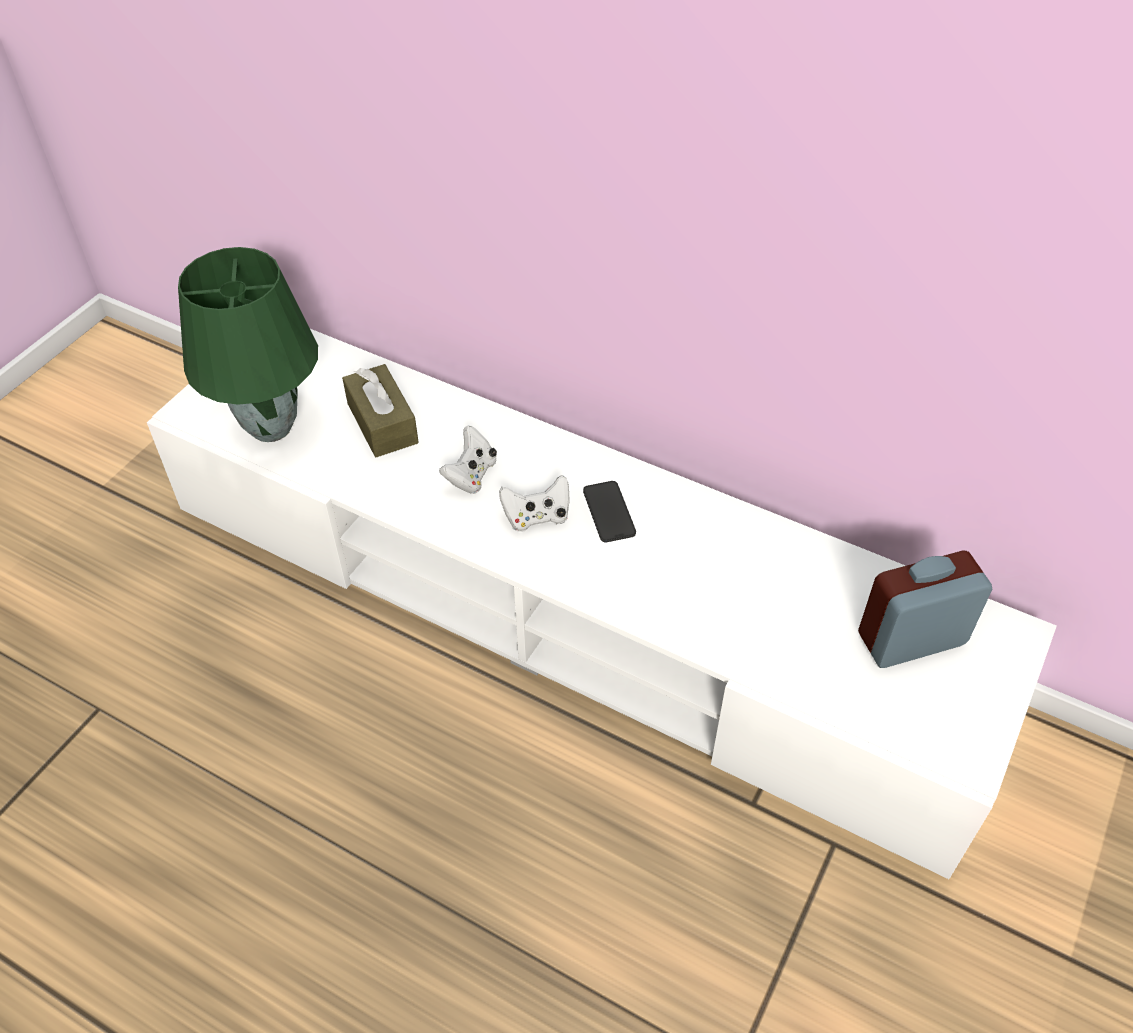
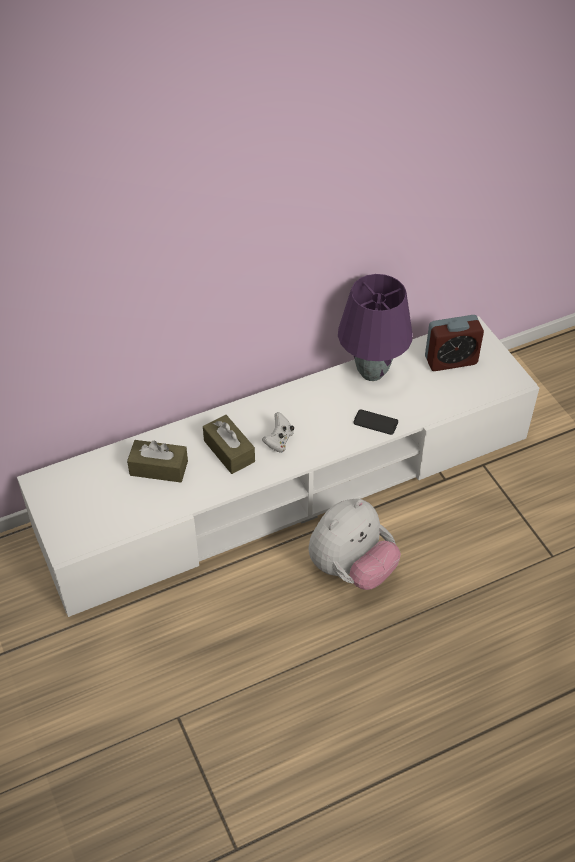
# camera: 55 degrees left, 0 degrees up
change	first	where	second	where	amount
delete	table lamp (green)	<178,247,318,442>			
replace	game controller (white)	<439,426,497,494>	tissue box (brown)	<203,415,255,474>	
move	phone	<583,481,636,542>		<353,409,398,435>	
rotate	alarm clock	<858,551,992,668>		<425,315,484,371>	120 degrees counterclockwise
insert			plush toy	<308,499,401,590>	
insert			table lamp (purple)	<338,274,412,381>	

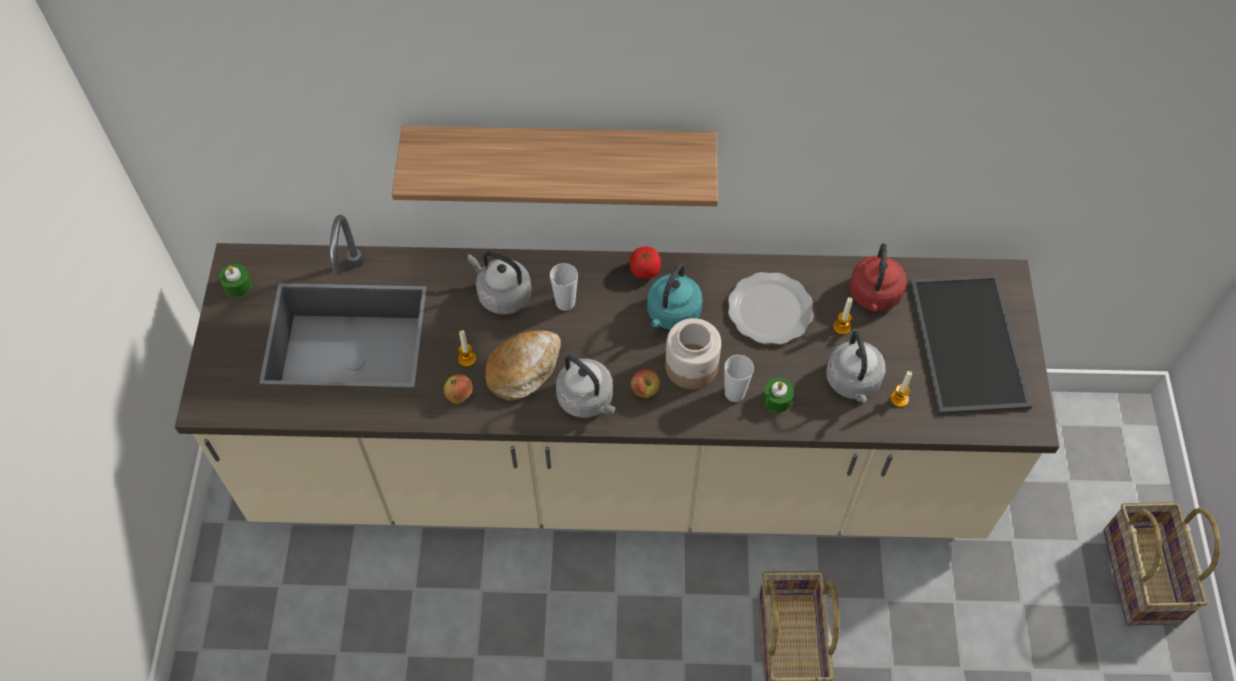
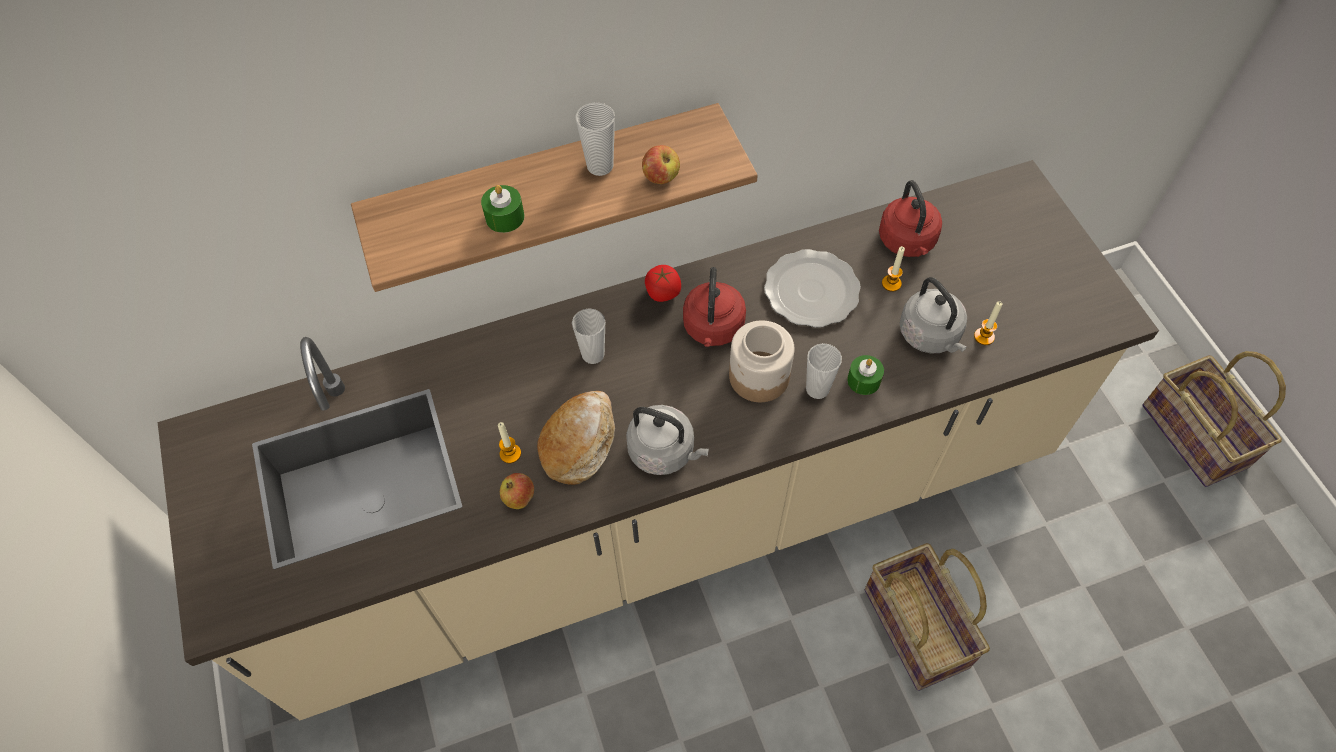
# camera: 20 degrees left, 0 degrees up
change	first	where	second	where	amount
move	candle (green)	<219,264,252,297>		<481,185,524,233>	
delete	kettle (grey)	<467,251,532,315>			
move	apple	<631,369,660,398>		<642,145,680,184>	
recolor	kettle (turquoise)	<647,263,703,330>	kettle (red)	<683,267,746,347>	
delete	tray	<909,274,1032,415>			
insert			cup	<575,102,615,176>	

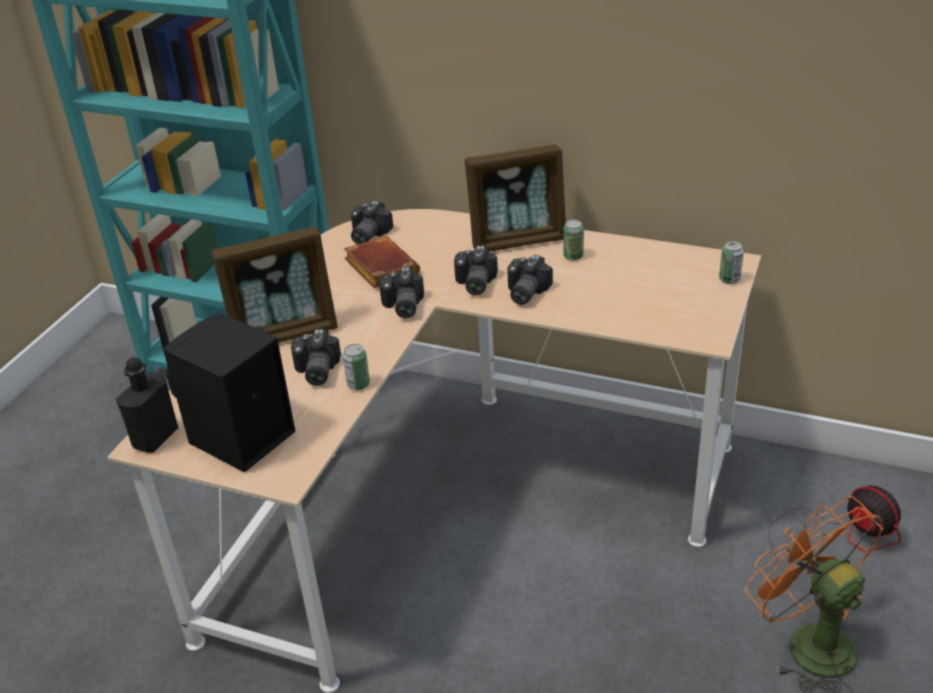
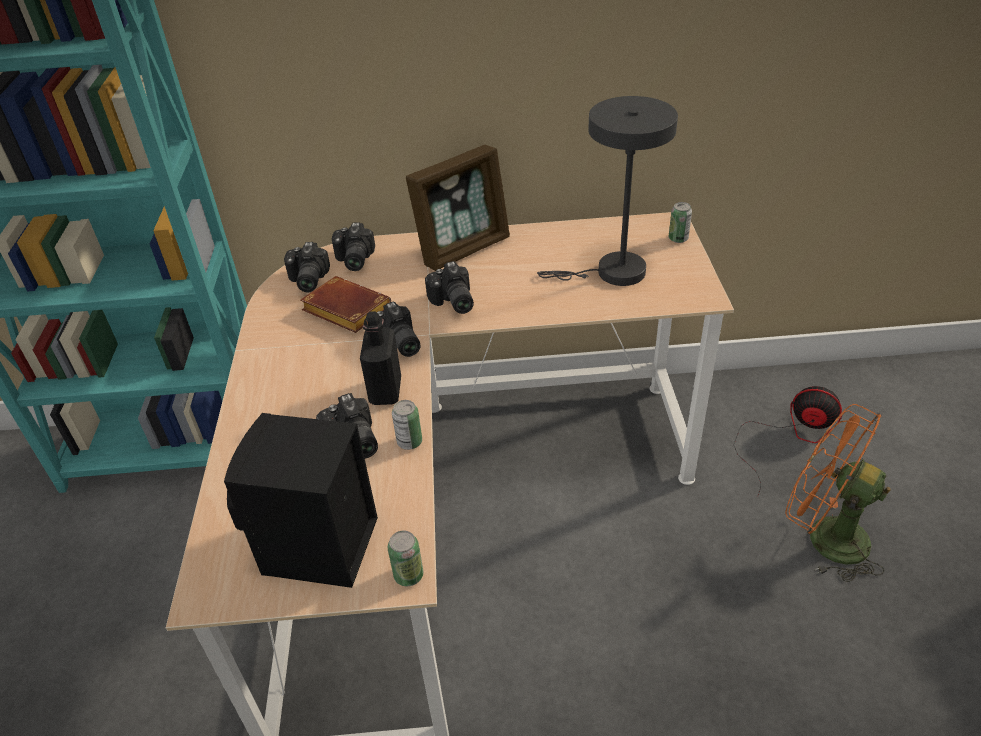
# camera: 25 degrees left, 5 degrees up
change	first	where	second	where	amount
move	bottle (black)	<116,357,179,453>		<360,311,401,405>	
delete	picture frame	<211,227,338,343>			
move	photo camera	<507,255,553,305>		<332,222,375,271>	
move	can	<563,220,584,261>		<388,531,423,586>	
insert			table lamp (grey)	<537,96,678,286>	

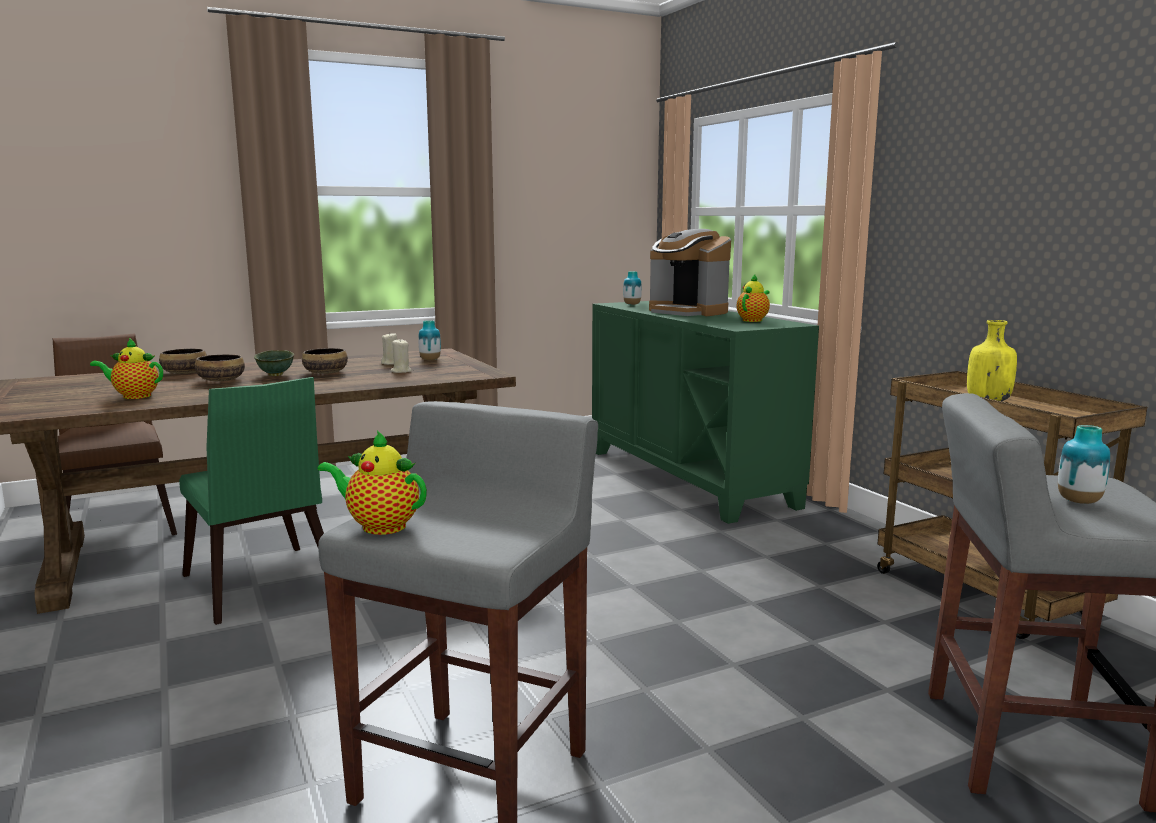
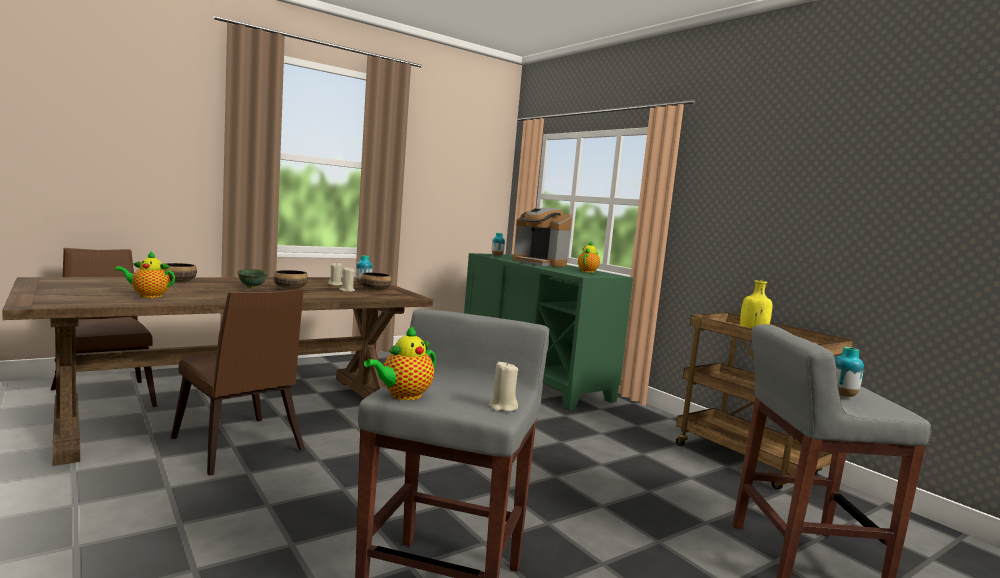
# camera: 10 degrees left, 5 degrees down
change	first	where	second	where	amount
recolor	chair (green)	<179,377,324,625>	chair (brown)	<171,289,305,476>	
move	bowl	<195,354,245,381>		<360,272,391,290>	
rotate	teapot	<317,430,427,535>		<364,325,436,400>	60 degrees counterclockwise
insert			candle (beige)	<488,361,518,412>	

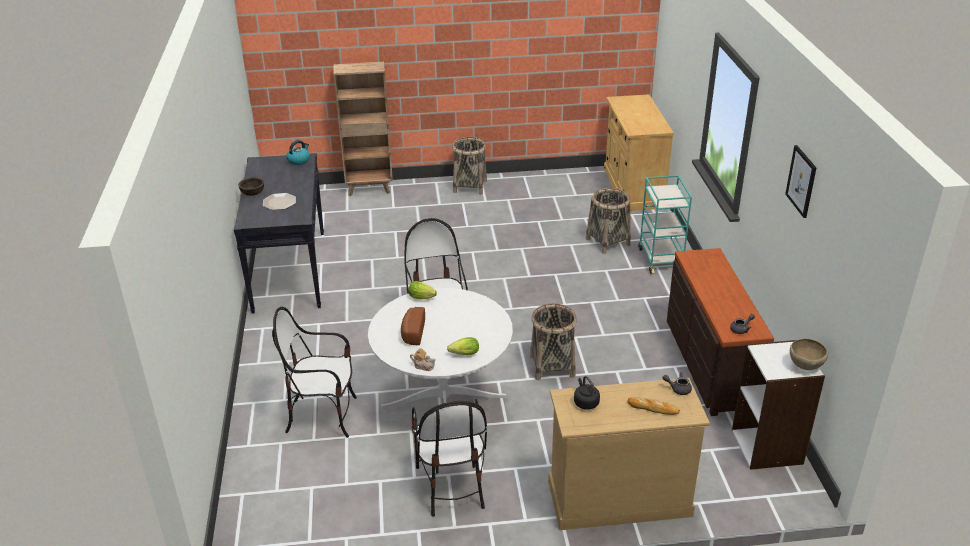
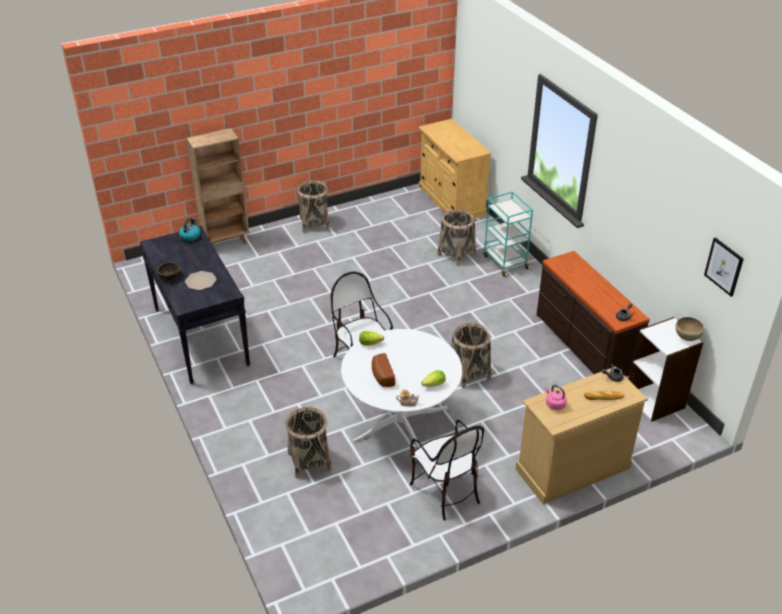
# camera: 20 degrees left, 5 degrees up
change	first	where	second	where	amount
replace	chair	<272,307,357,438>	basket	<286,407,331,478>	
recolor	kettle (black)	<574,376,600,410>	kettle (pink)	<545,385,567,410>	
move	picture	<785,145,816,218>		<704,237,744,297>	

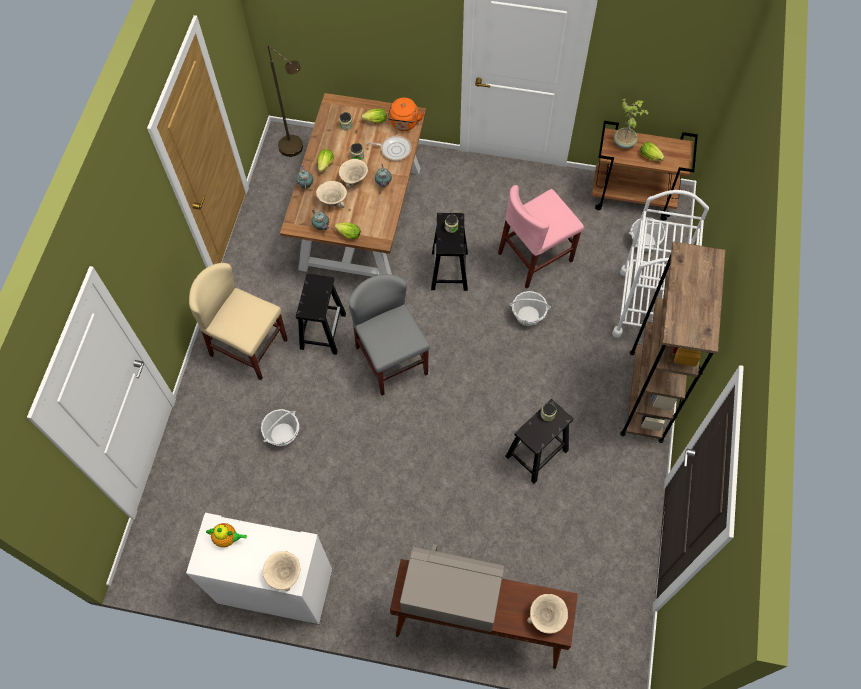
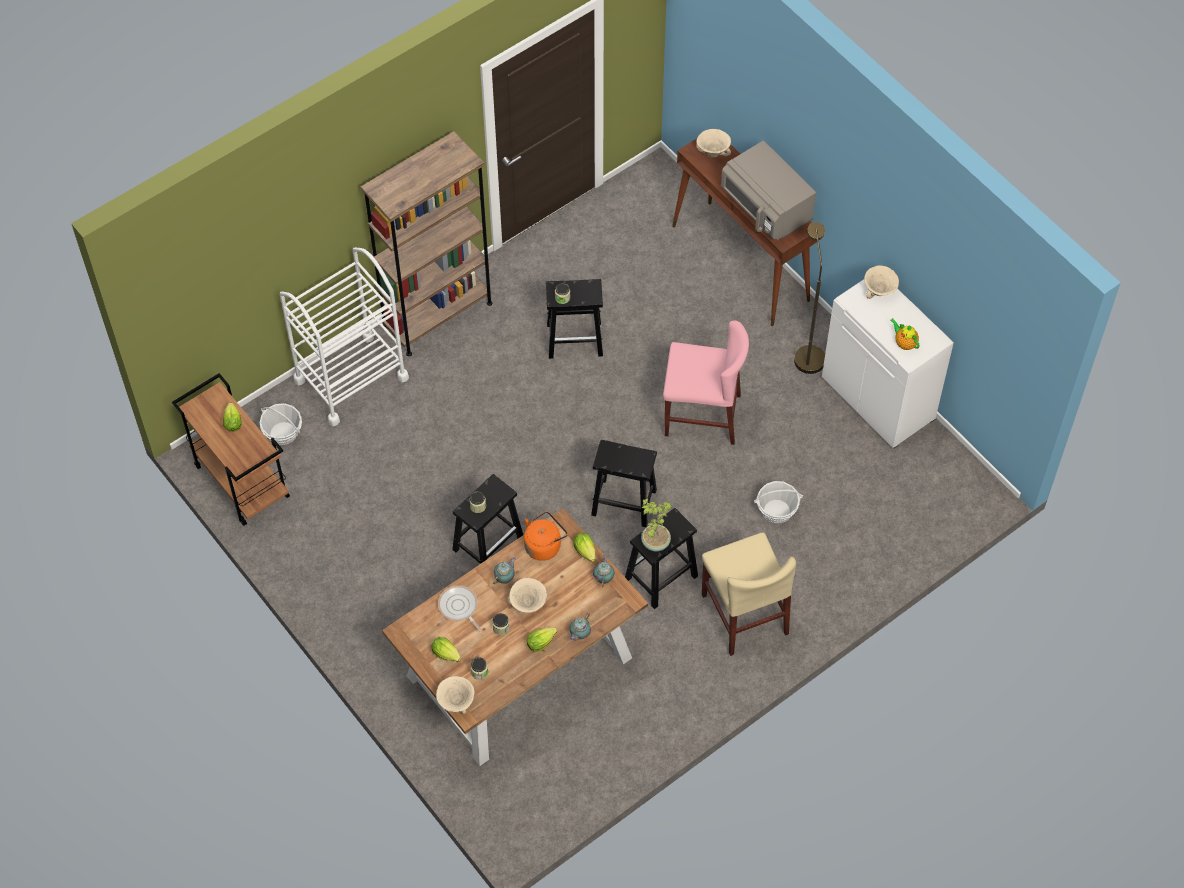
# camera: 140 degrees left, 5 degrees down
change	first	where	second	where	amount
move	floor lamp (brown)	<268,45,303,157>		<794,222,825,374>	
move	bowl (beige)	<316,181,347,208>		<436,676,474,714>	
replace	chair (grey)	<348,274,430,395>	stool (black)	<591,440,657,527>	
move	kettle (orange)	<387,98,424,131>		<524,511,568,561>	
move	chair (pink)	<498,185,584,289>		<663,320,749,445>	
delete	basket	<509,291,551,326>			
move	potted plant	<614,99,648,149>		<641,499,672,551>	

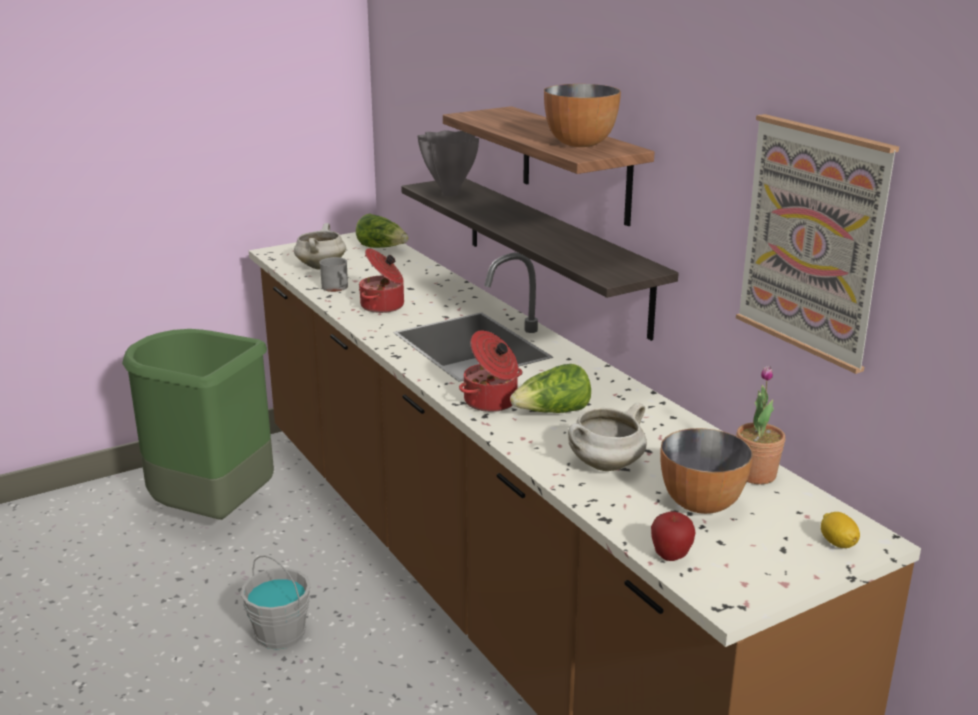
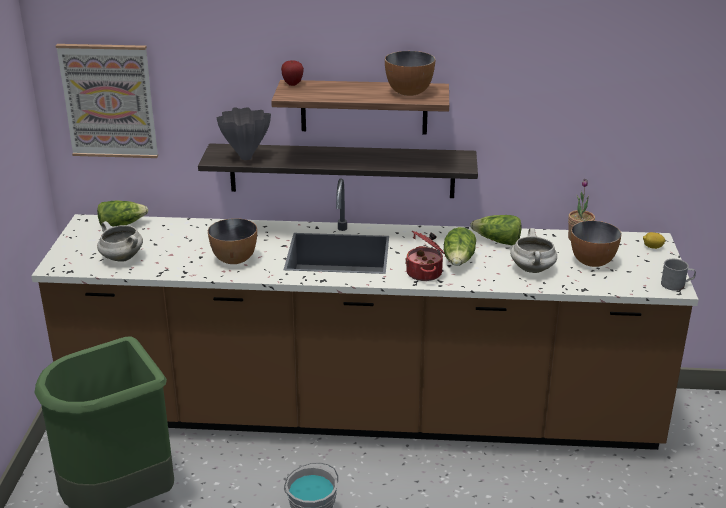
# camera: 55 degrees left, 5 degrees up
change	first	where	second	where	amount
move	mug (grey)	<319,257,348,292>		<661,259,696,291>	
replace	cooking pot	<359,248,404,313>	bowl	<208,218,257,264>	
move	apple	<651,512,696,561>		<281,60,304,86>	
move	picture	<736,114,899,374>		<56,44,158,158>	
insert			lettuce	<470,215,522,245>	

